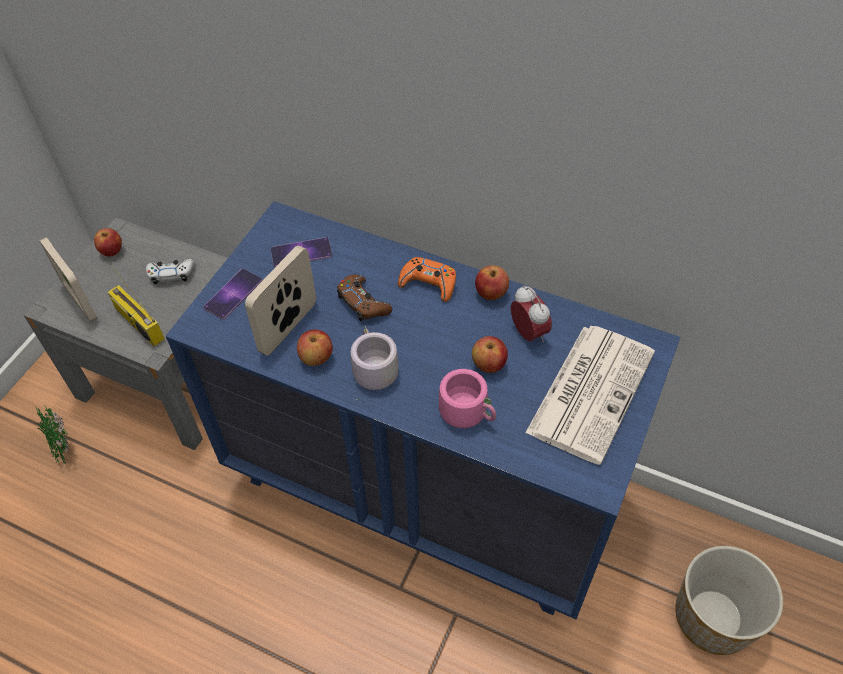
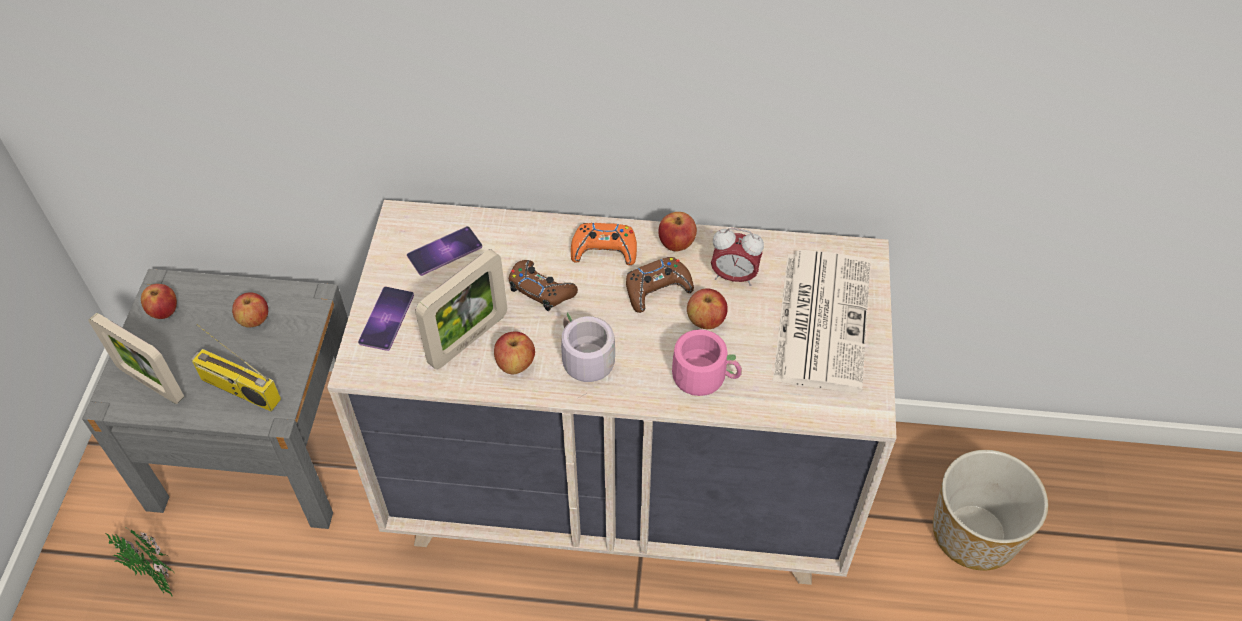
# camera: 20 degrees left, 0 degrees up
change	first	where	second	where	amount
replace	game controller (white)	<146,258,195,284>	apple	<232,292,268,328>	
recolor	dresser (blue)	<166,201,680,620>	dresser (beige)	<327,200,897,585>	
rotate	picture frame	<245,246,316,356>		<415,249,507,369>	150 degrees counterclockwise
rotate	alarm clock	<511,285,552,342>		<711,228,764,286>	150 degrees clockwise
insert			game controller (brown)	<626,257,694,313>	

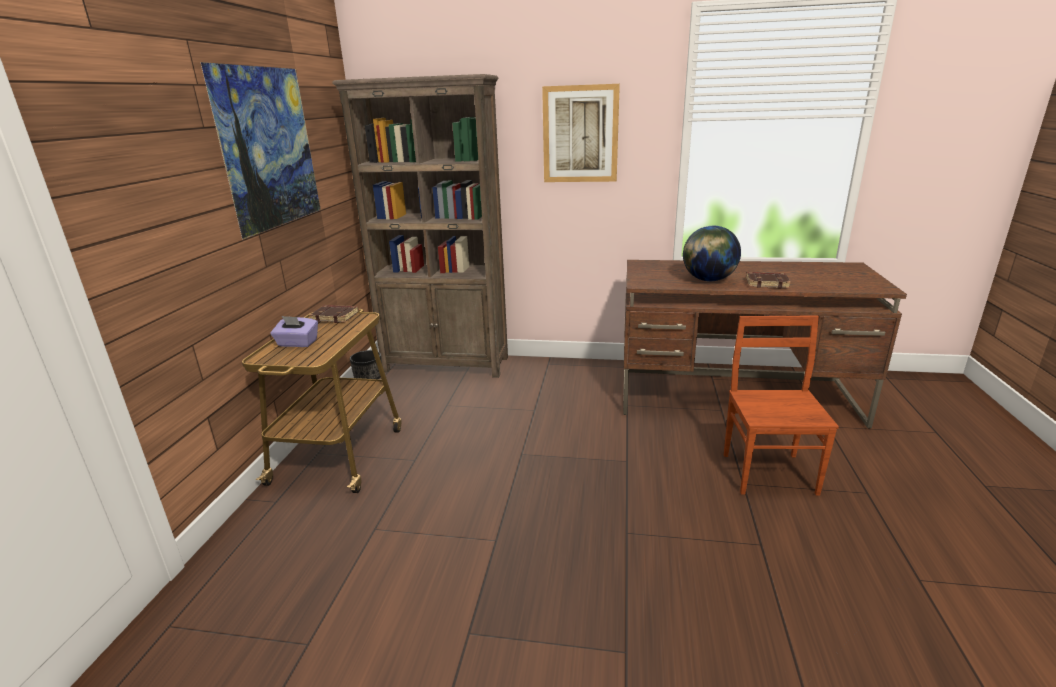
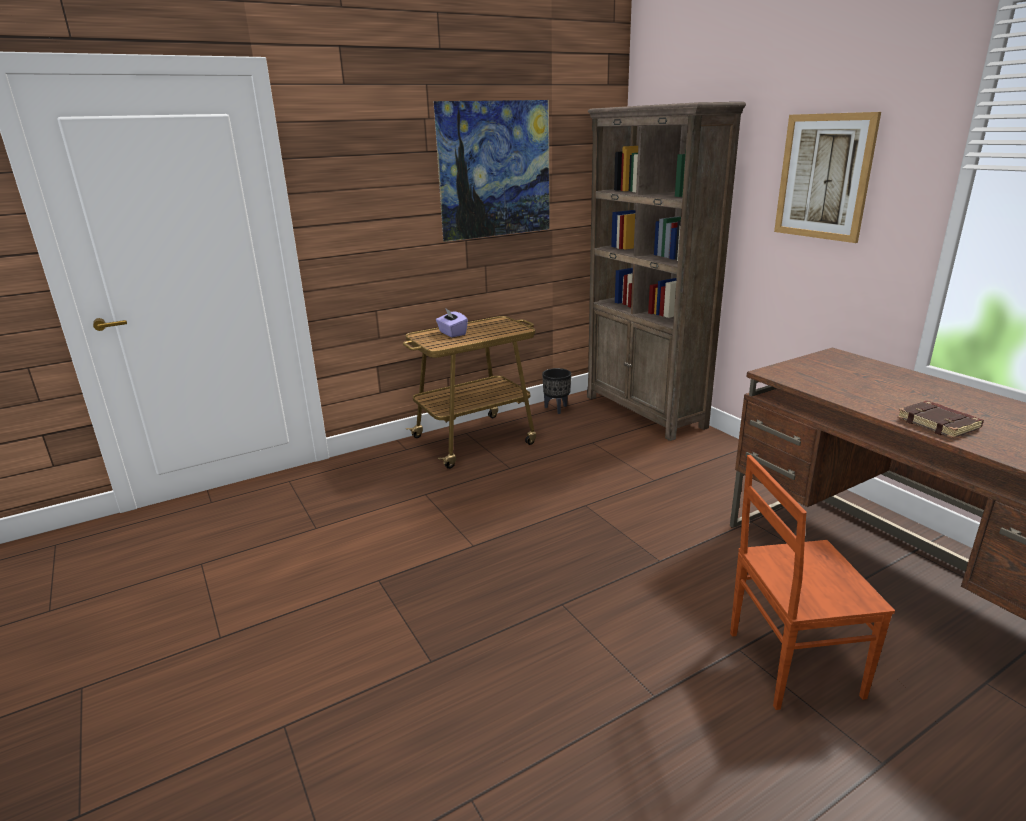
# camera: 50 degrees right, 0 degrees up
change	first	where	second	where	amount
delete	book (brown)	<309,305,359,323>			
delete	globe	<683,226,741,282>			
rotate	chair (brown)	<724,315,839,495>		<730,455,895,710>	150 degrees counterclockwise

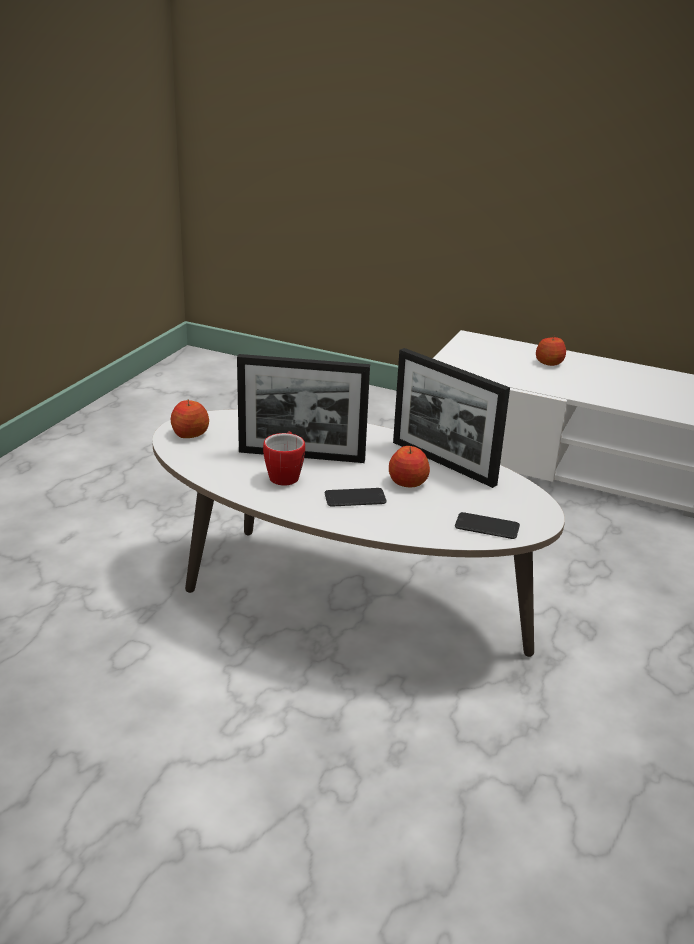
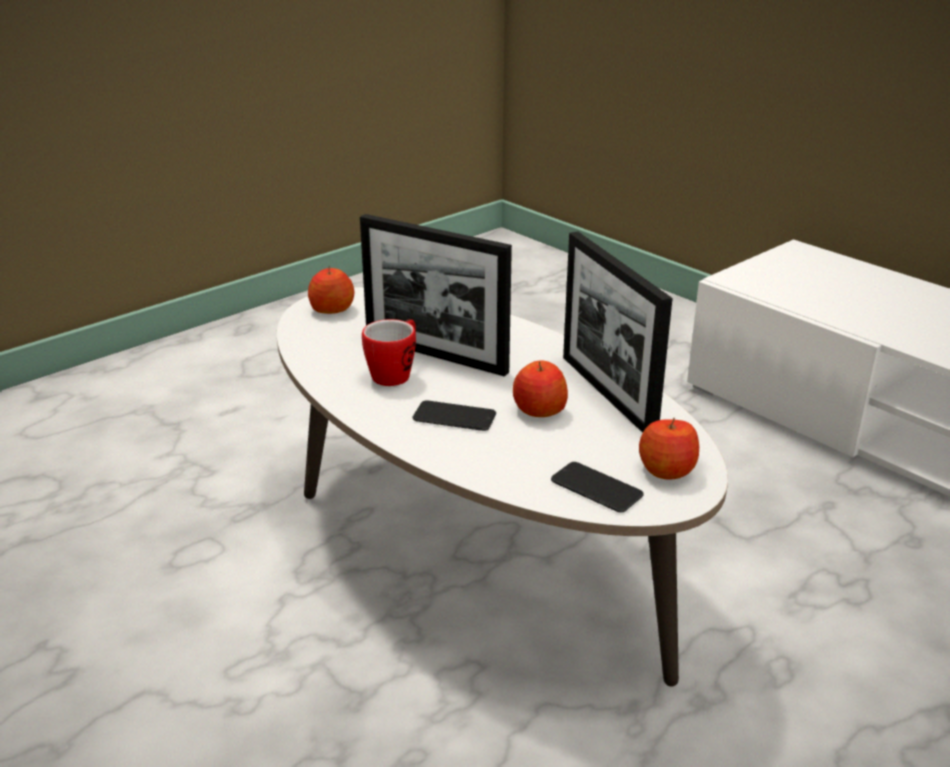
# camera: 25 degrees right, 0 degrees up
change	first	where	second	where	amount
move	apple	<536,335,566,366>		<639,418,699,479>	

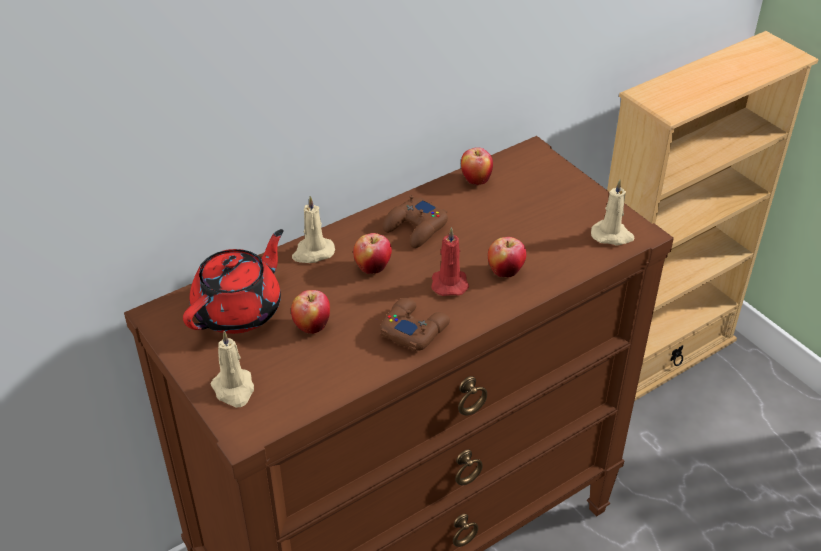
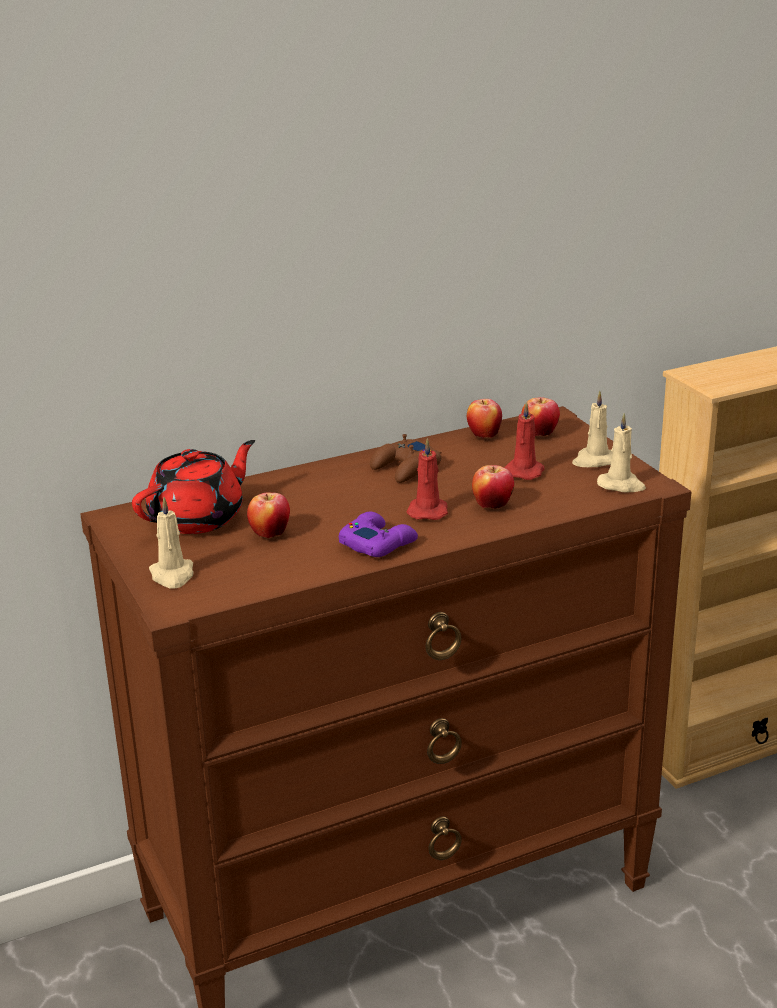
# camera: 10 degrees right, 15 degrees down
change	first	where	second	where	amount
move	candle (beige)	<292,196,335,263>		<572,390,612,467>	
move	apple	<353,233,392,274>		<522,397,560,436>	
recolor	game controller (brown)	<380,298,450,351>	game controller (purple)	<339,512,418,557>	
insert			candle (red)	<504,401,544,480>	

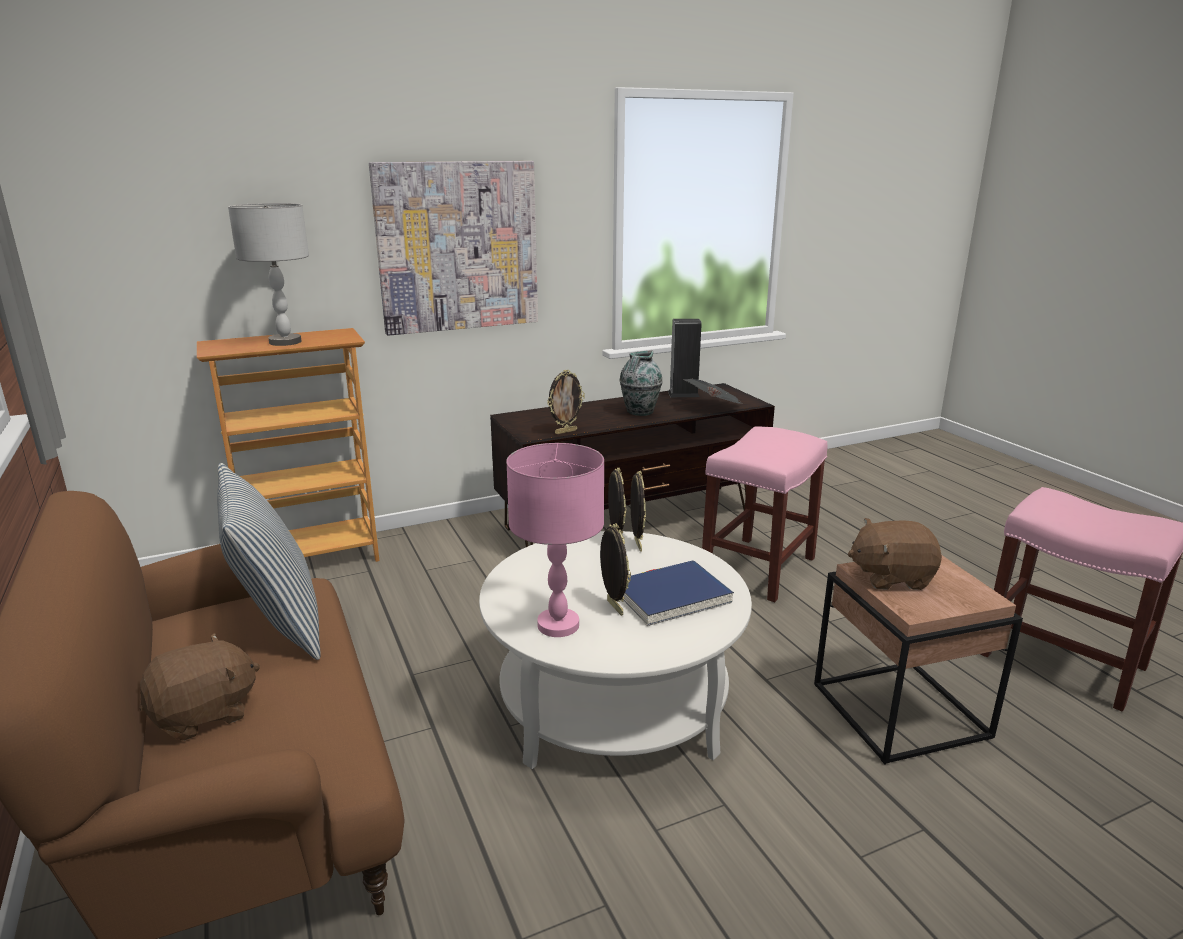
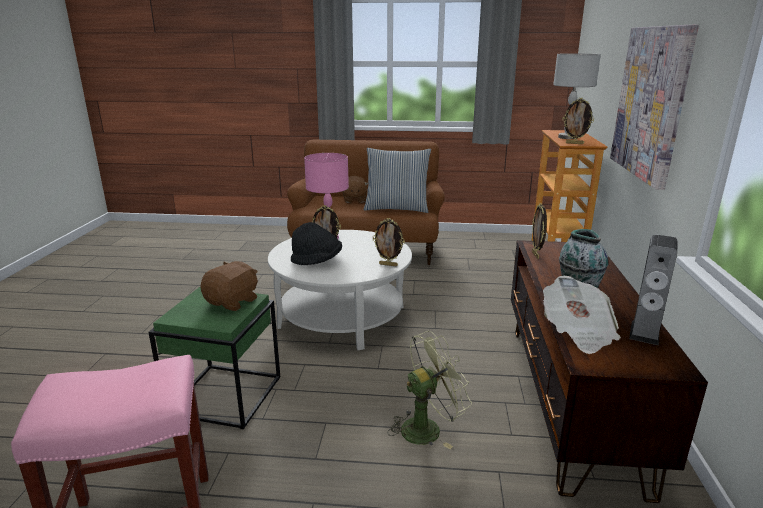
# camera: 120 degrees right, 0 degrees up
change	first	where	second	where	amount
replace	book (blue)	<623,560,734,626>	hat (black)	<291,222,342,265>	
move	picture frame	<630,470,646,552>		<563,98,594,144>	
replace	stool (pink)	<702,426,828,602>	fan (green)	<387,331,472,449>	
recolor	side table (brown)	<814,555,1023,764>	side table (green)	<148,287,280,429>	

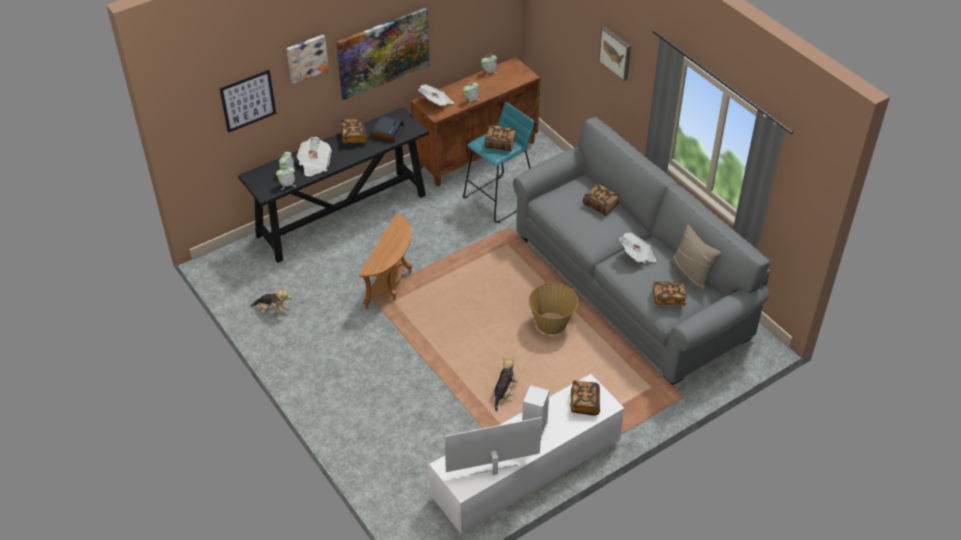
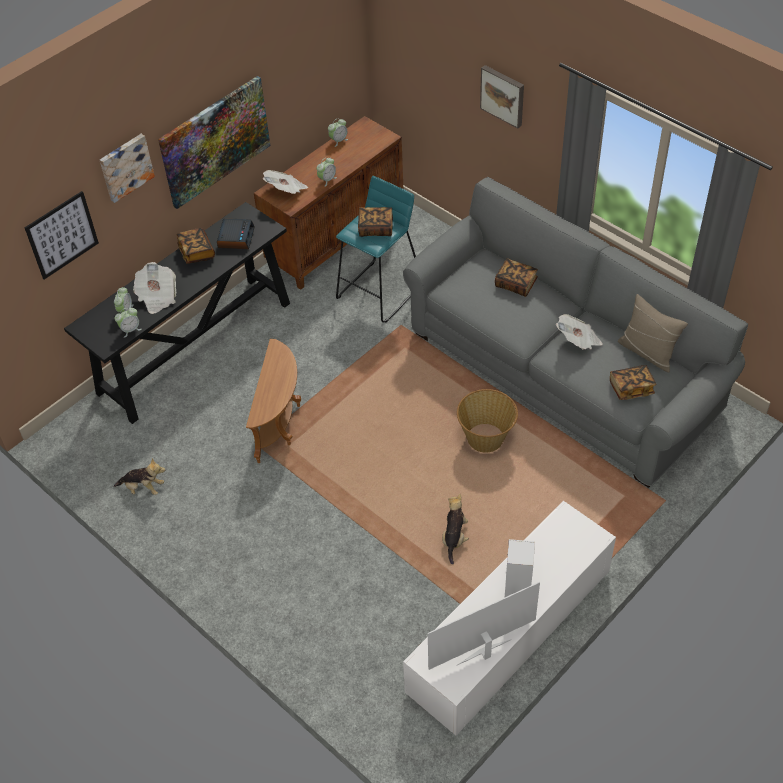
# camera: 10 degrees left, 5 degrees up
change	first	where	second	where	amount
delete	book	<570,381,600,416>			

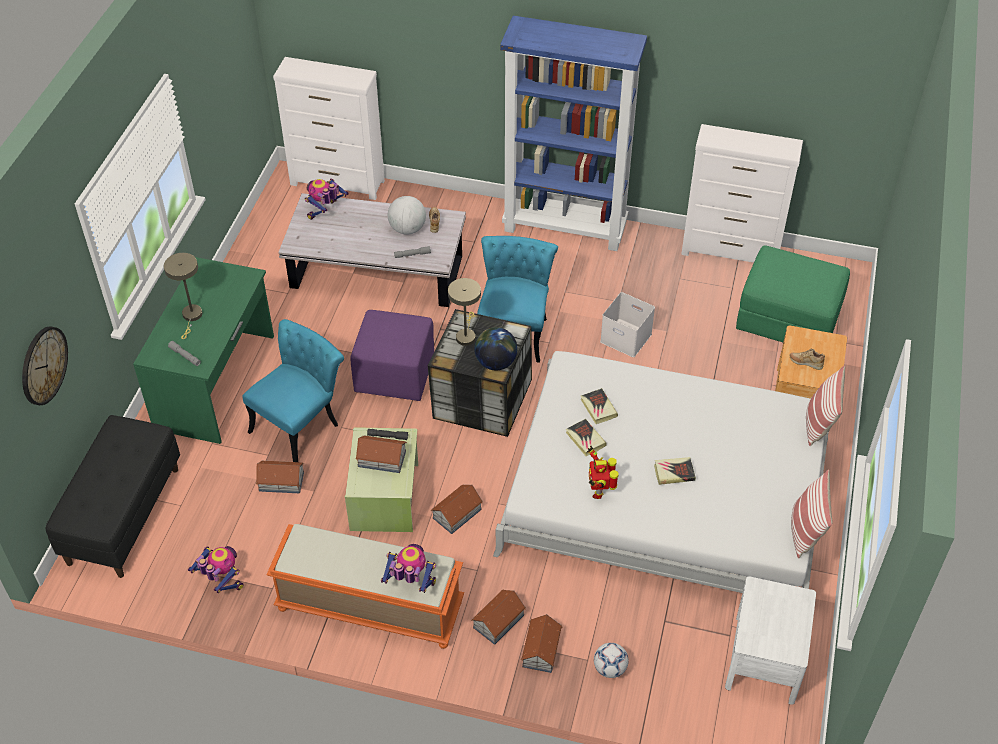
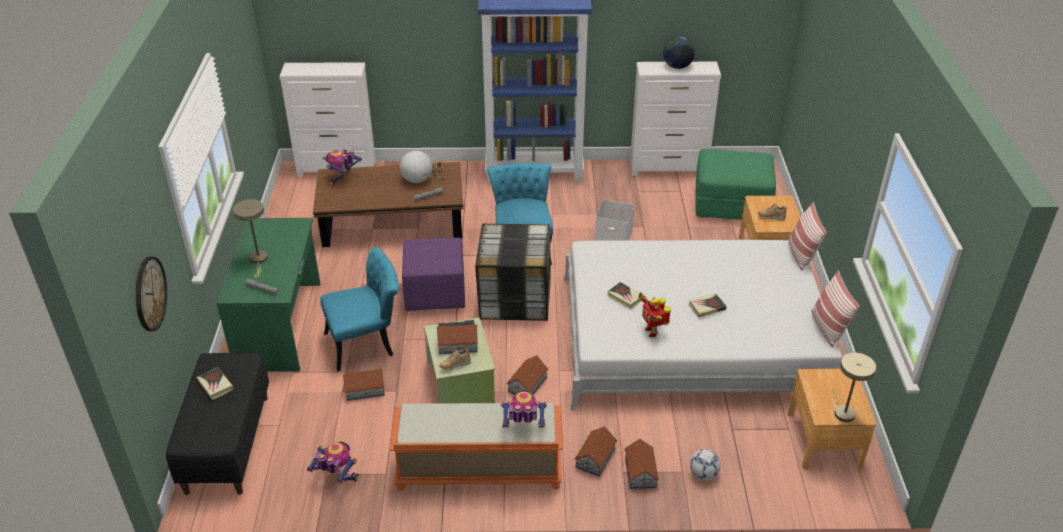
# camera: 15 degrees left, 10 degrees down
change	first	where	second	where	amount
rotate	chair (turquoise)	<243,319,344,462>		<320,247,399,372>	45 degrees clockwise
recolor	coffee table (white)	<278,193,466,307>	coffee table (brown)	<313,162,464,247>	
move	table lamp (beige)	<448,278,481,346>		<832,353,876,422>	
move	globe	<474,327,518,370>		<663,37,695,69>	
move	book	<581,388,618,424>		<197,367,234,400>	
recolor	nightstand (white)	<725,576,816,705>	nightstand (brown)	<788,369,876,469>	
insert			shoe (beige)	<439,348,471,370>	

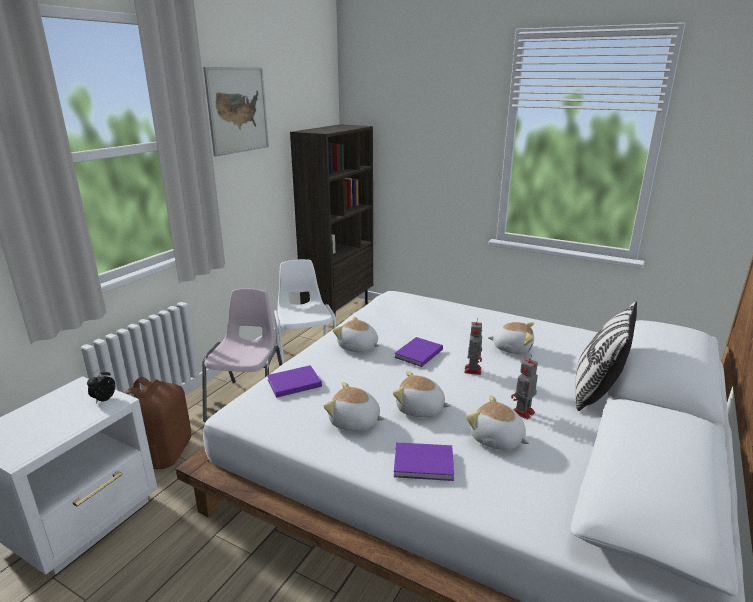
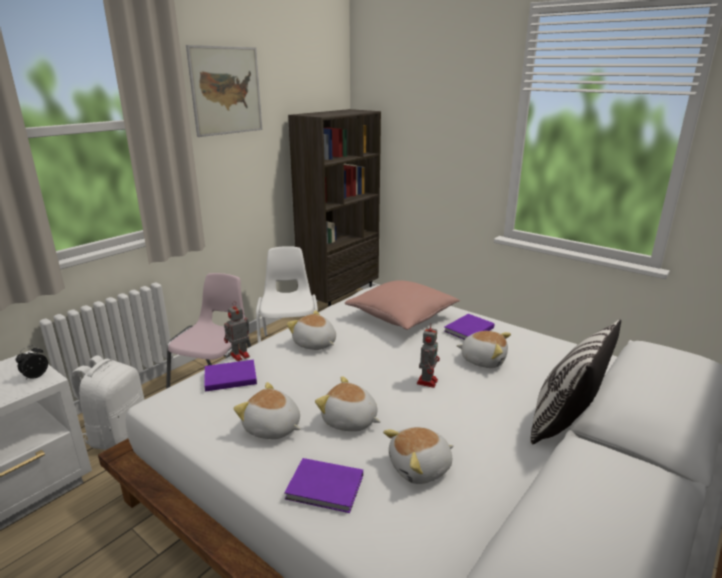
# camera: 10 degrees right, 0 degrees up
change	first	where	second	where	amount
recolor	backpack (brown)	<125,377,191,469>	backpack (white)	<71,355,145,450>	
move	book (purple)	<394,337,443,367>		<444,314,495,340>	
rotate	plush toy	<466,395,530,450>		<383,427,454,484>	75 degrees counterclockwise
move	toy robot	<511,354,538,419>		<224,301,250,361>	
insert			pillow (pink)	<345,280,460,330>	

